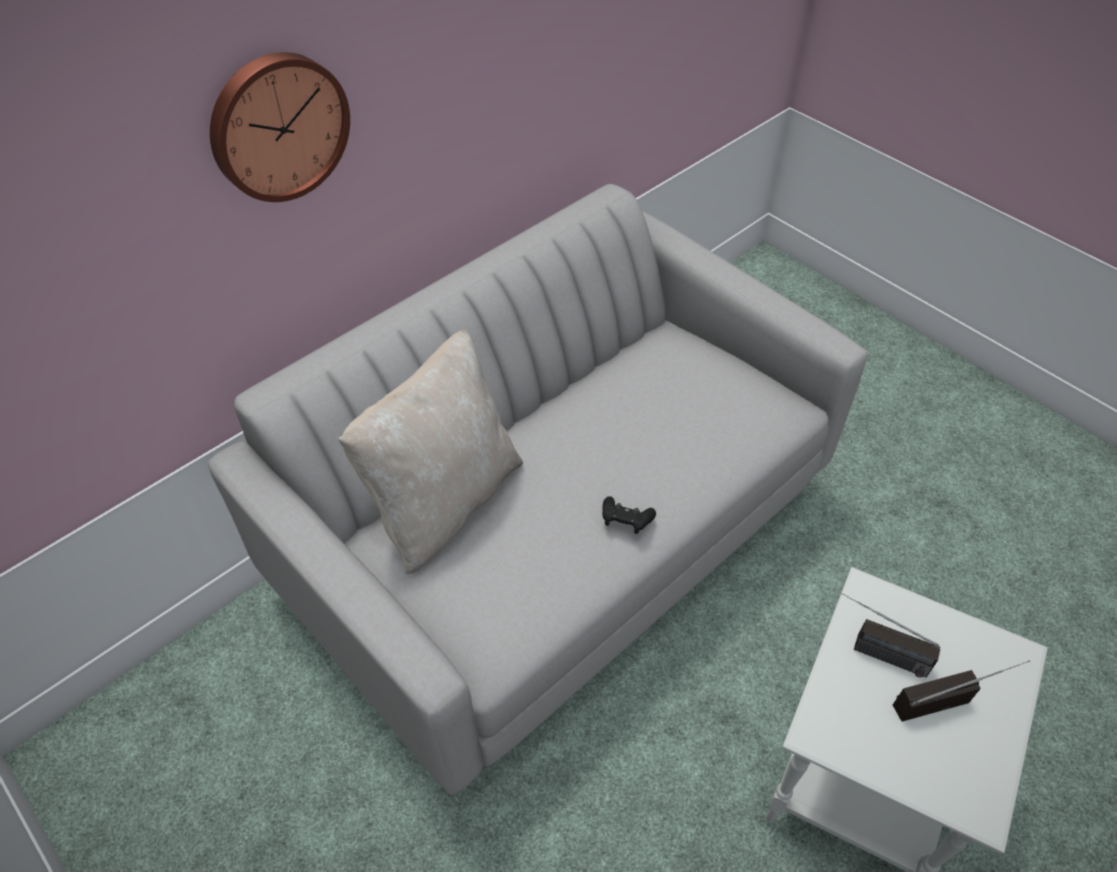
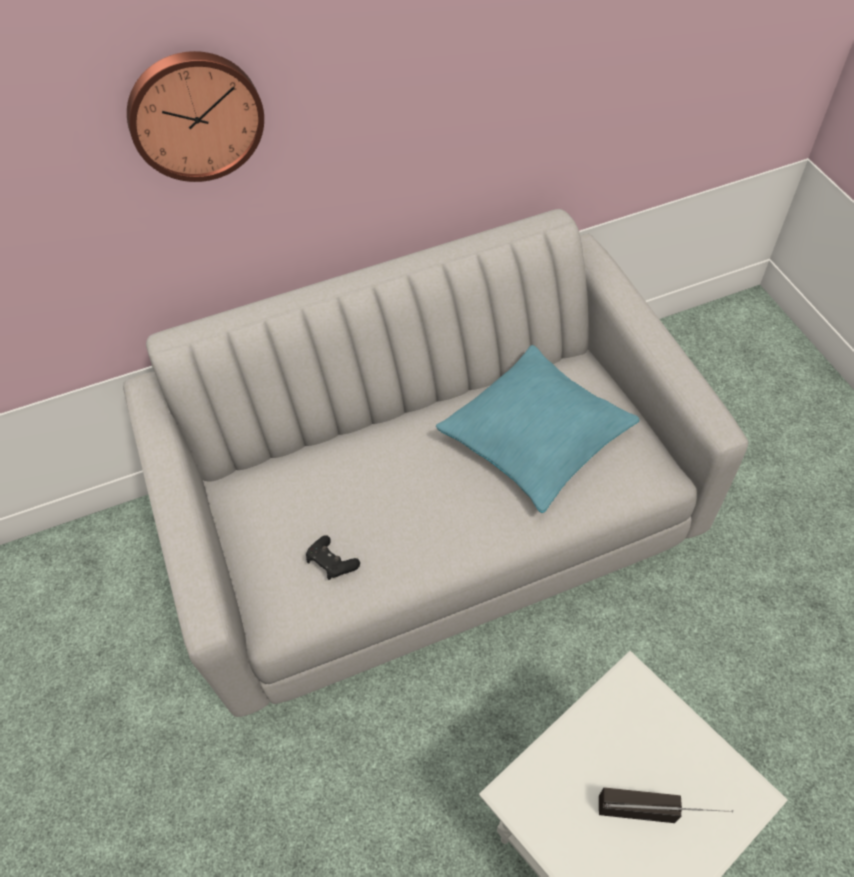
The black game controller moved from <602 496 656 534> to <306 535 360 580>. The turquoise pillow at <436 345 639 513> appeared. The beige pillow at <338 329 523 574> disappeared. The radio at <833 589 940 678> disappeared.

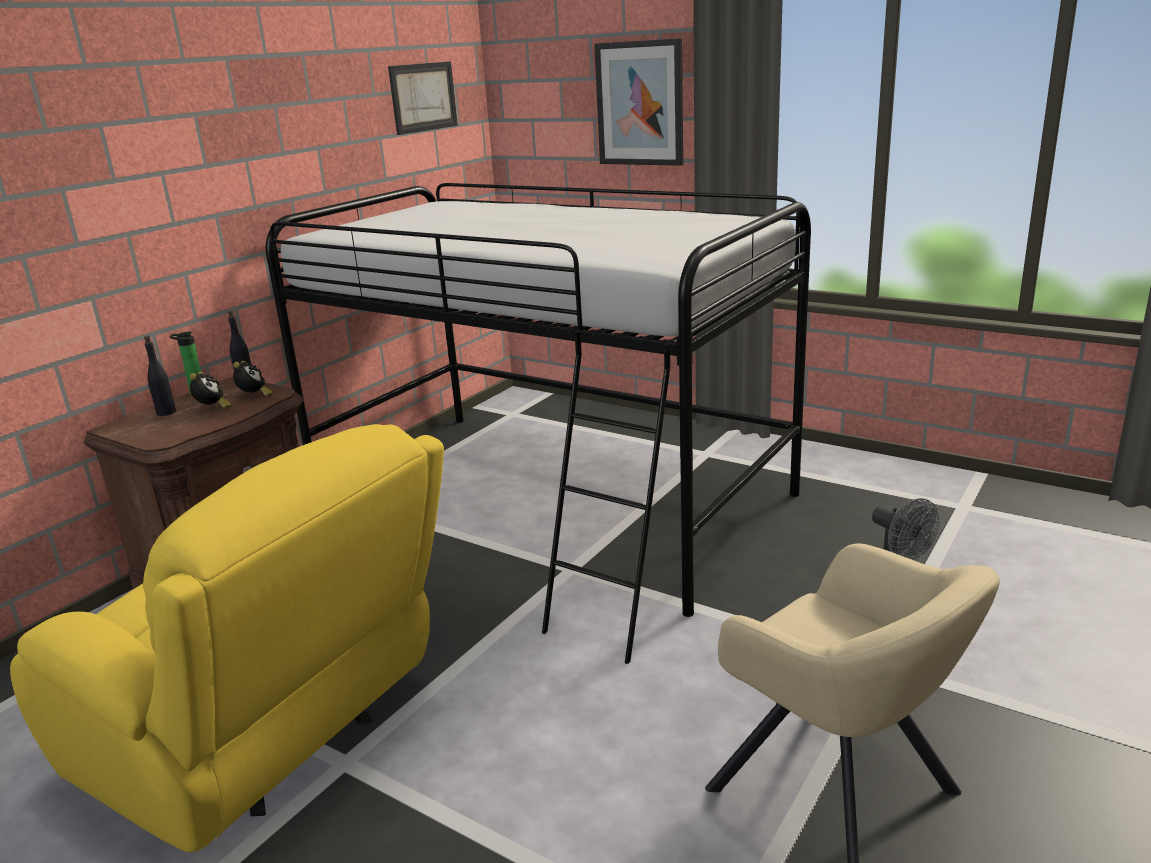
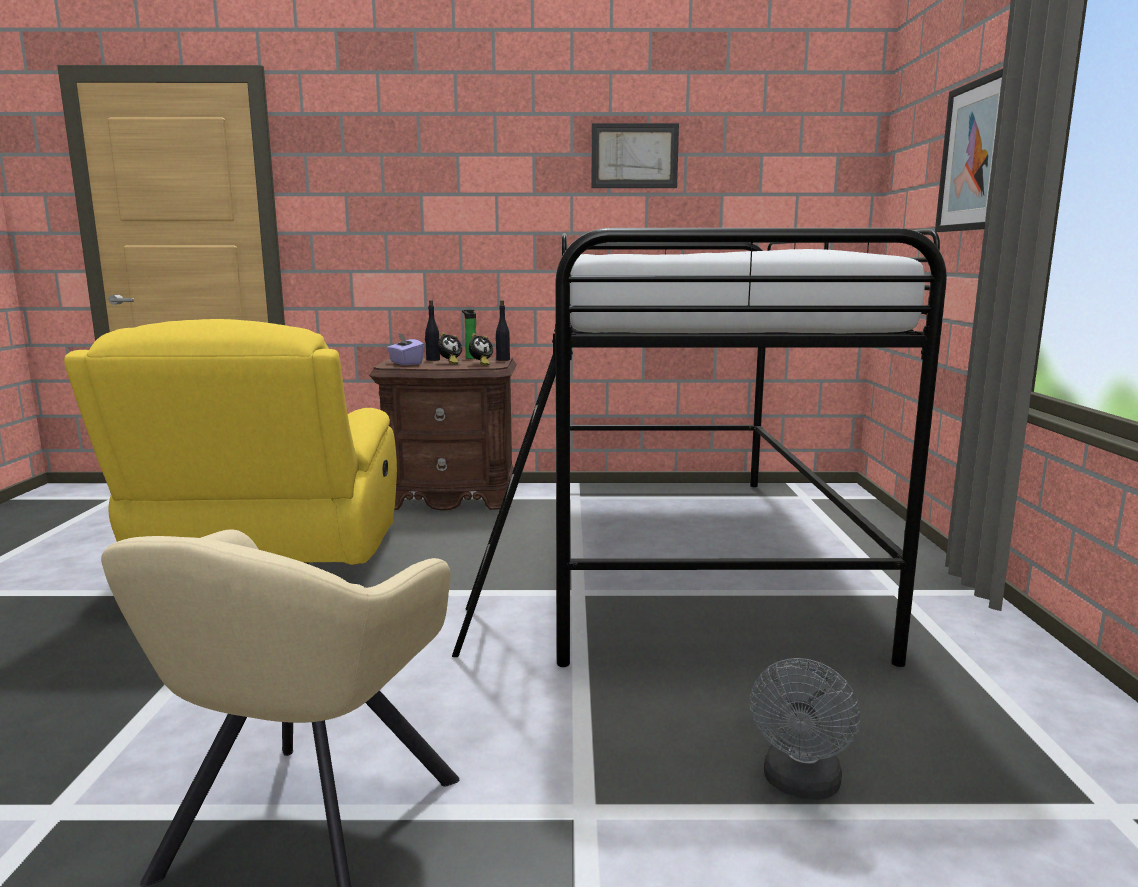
The purple tissue box at <387 333 424 365> appeared. The picture moved from <388 61 458 135> to <591 123 679 188>.

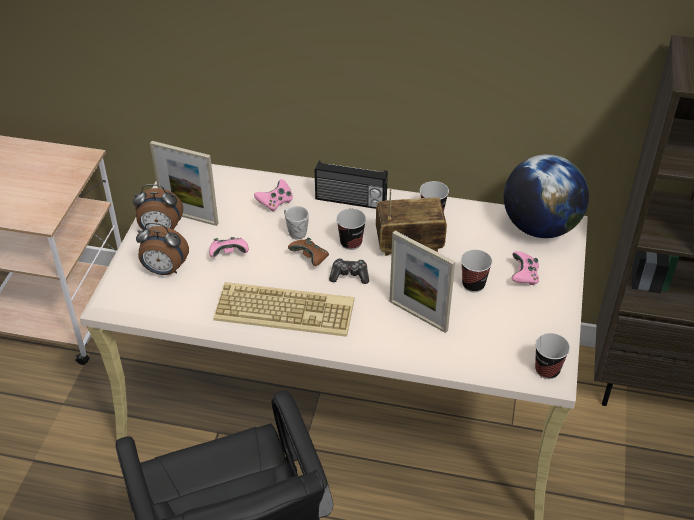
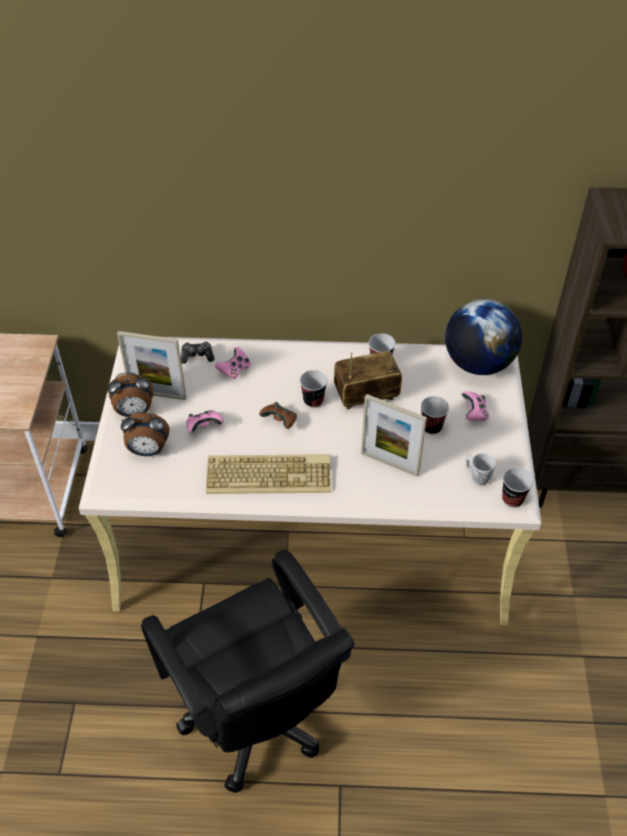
The game controller moved from <329 258 369 284> to <181 341 215 364>. The white mug moved from <284 206 309 240> to <465 453 496 485>. The radio at <315 161 388 209> disappeared.

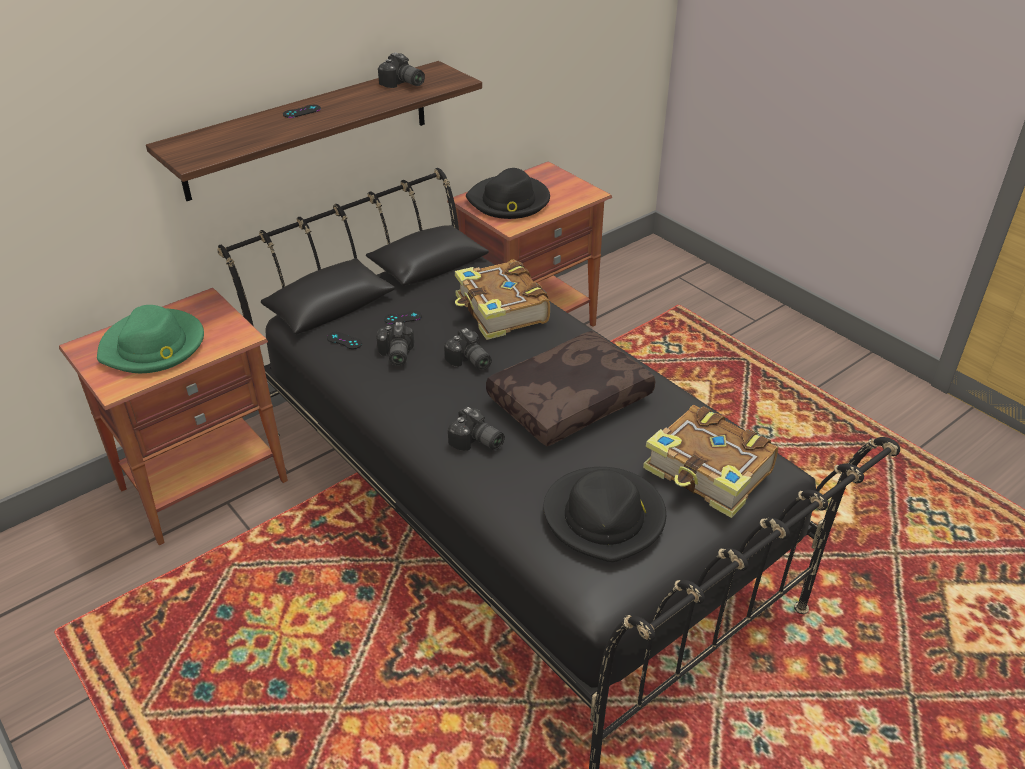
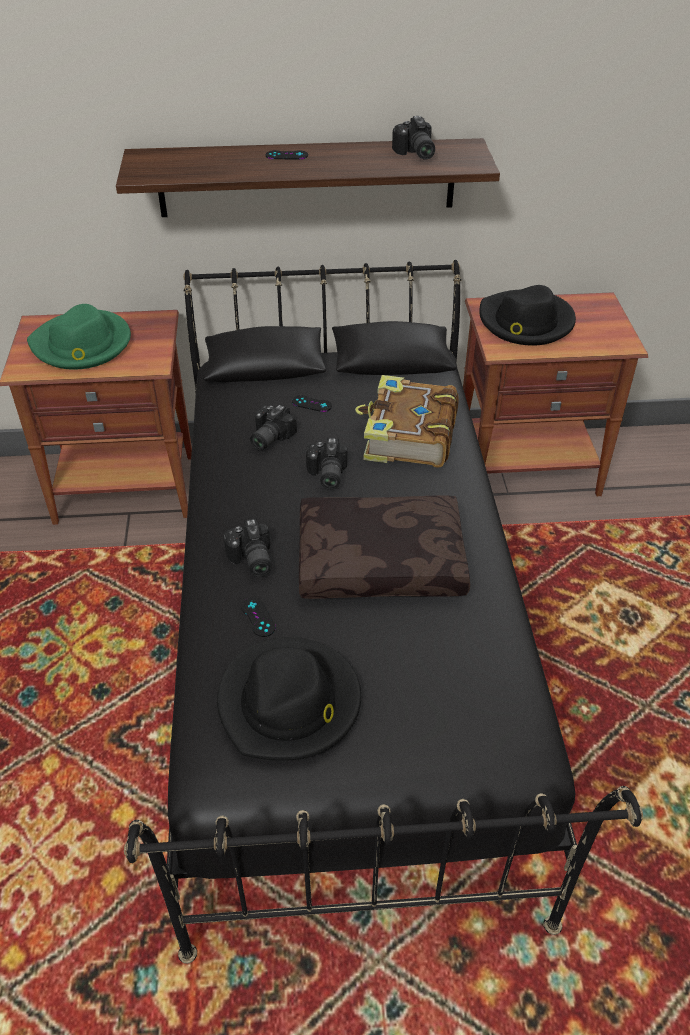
The black game controller moved from <327 332 362 349> to <241 597 276 637>. The book at <643 405 778 518> disappeared.

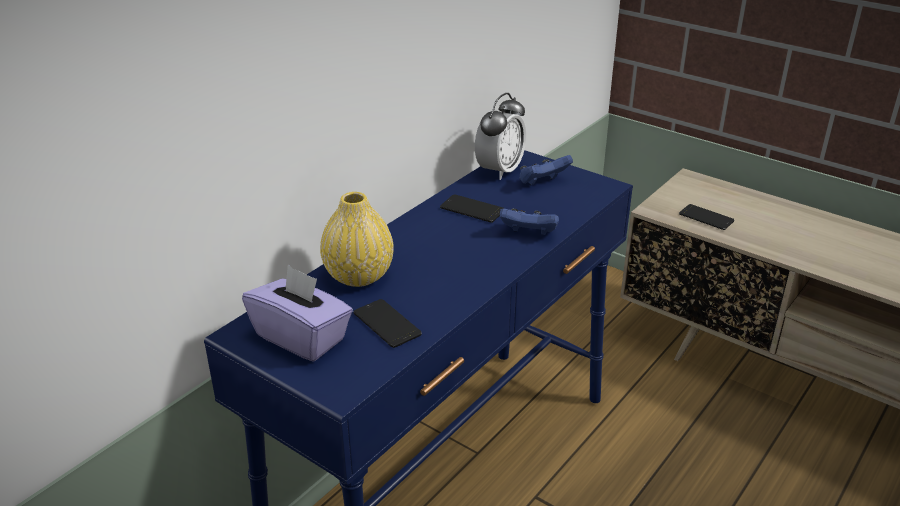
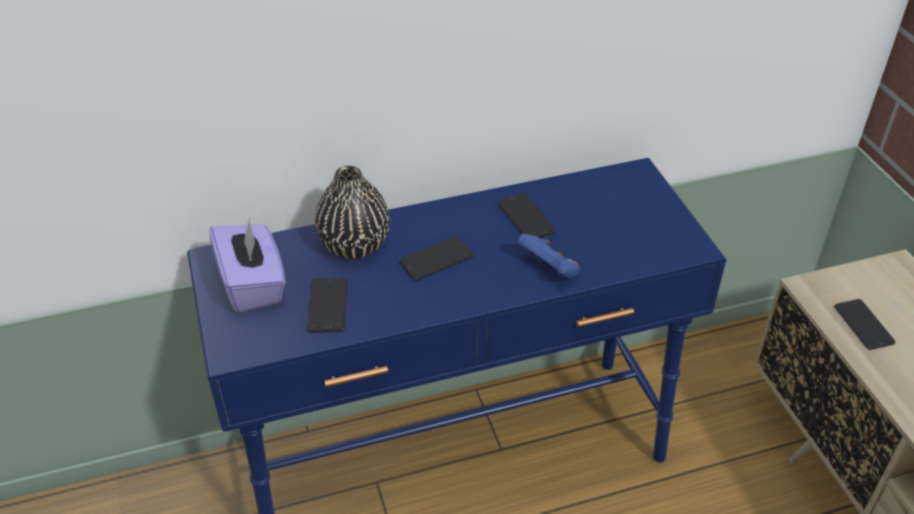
The yellow vase at <320 192 394 287> became the black vase at <315 166 390 258>. The phone at <399 237 474 281> appeared. The alarm clock at <475 93 526 180> disappeared. The blue game controller at <519 155 573 185> disappeared.

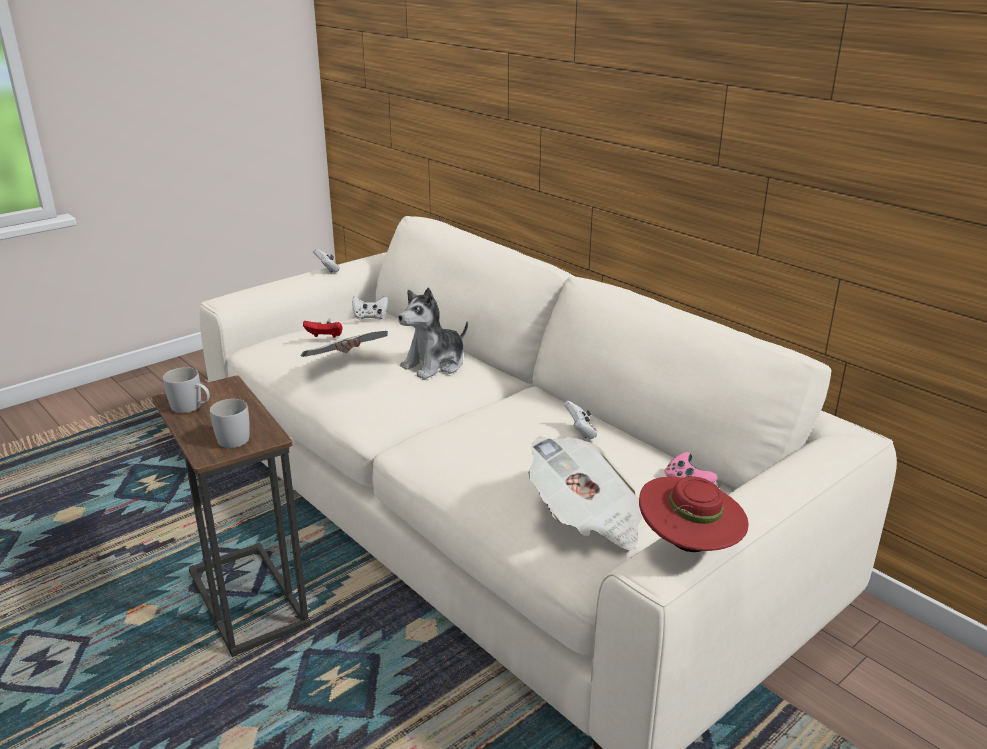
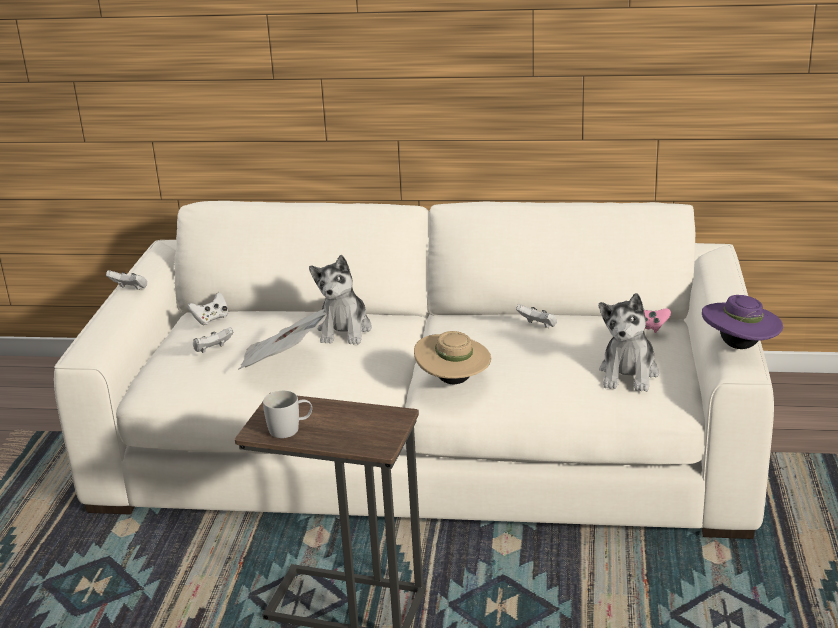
The red game controller at <303 321 342 338> became the white game controller at <193 327 234 353>. The beige hat at <414 331 491 384> appeared. The newspaper at <528 437 642 550> was replaced by the plush toy at <599 293 659 392>. The red hat at <639 476 748 552> became the purple hat at <702 295 783 349>. The white mug at <210 399 250 448> disappeared.

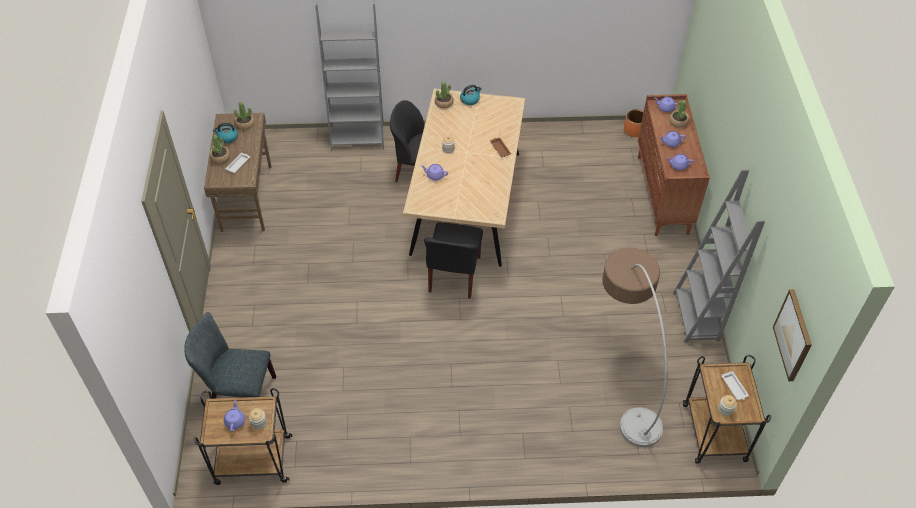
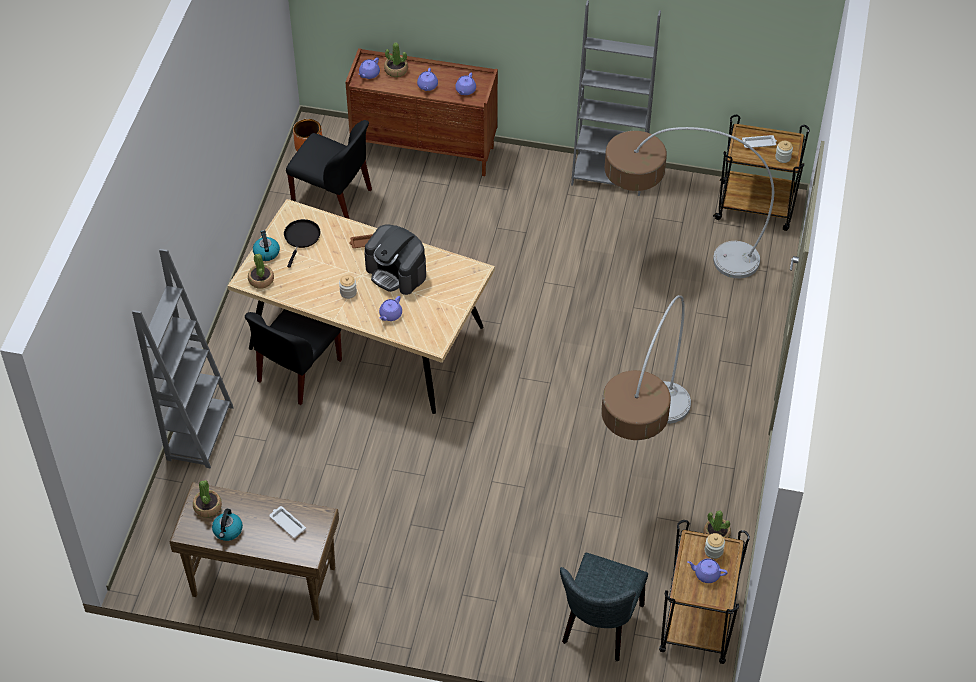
The black frying pan at <284 219 321 268> appeared. The black chair moved from <424 222 483 299> to <286 120 372 219>. The coffee machine at <364 225 426 295> appeared. The floor lamp at <601 295 691 440> appeared. The potted plant moved from <209 135 230 164> to <704 511 731 538>. The picture at <773 289 812 381> disappeared.

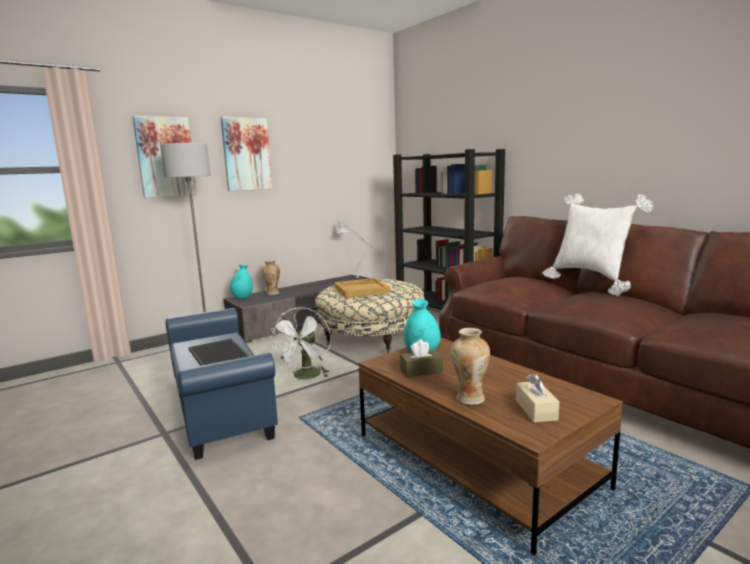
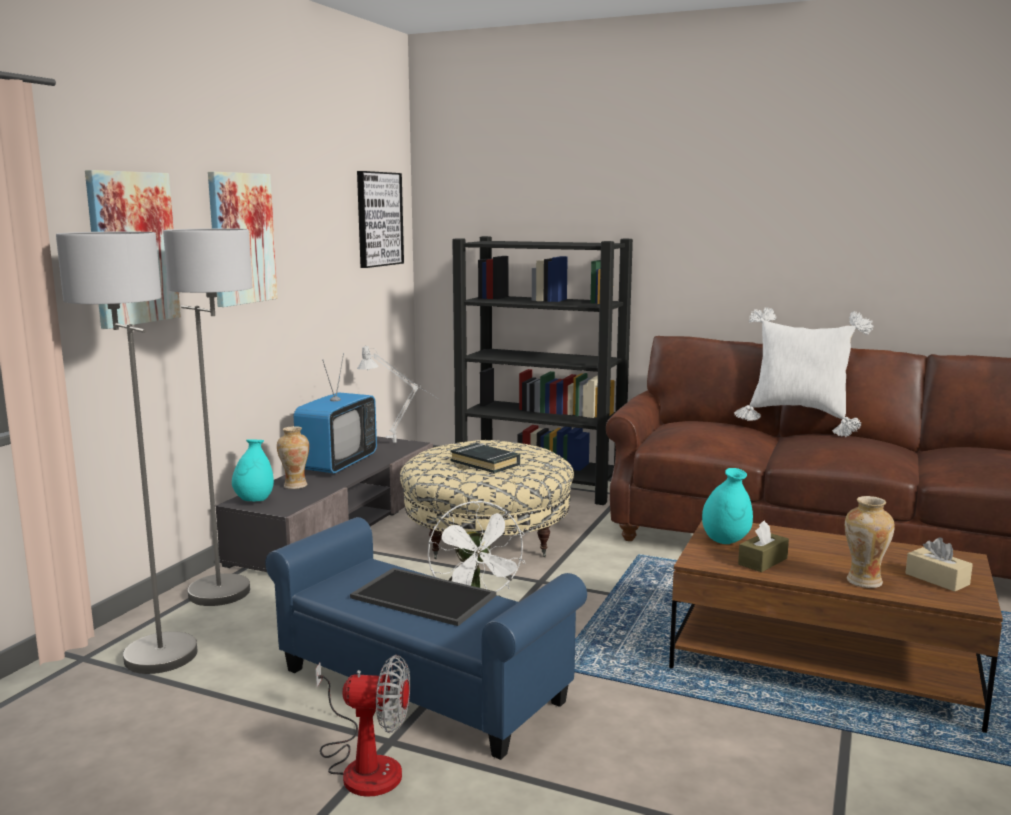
The grey floor lamp at <56 232 197 674> appeared. The television at <294 353 377 474> appeared. The fan at <316 655 410 797> appeared. The picture at <357 171 404 268> appeared. The beige tray at <334 278 390 298> was replaced by the black book at <450 443 520 473>.

